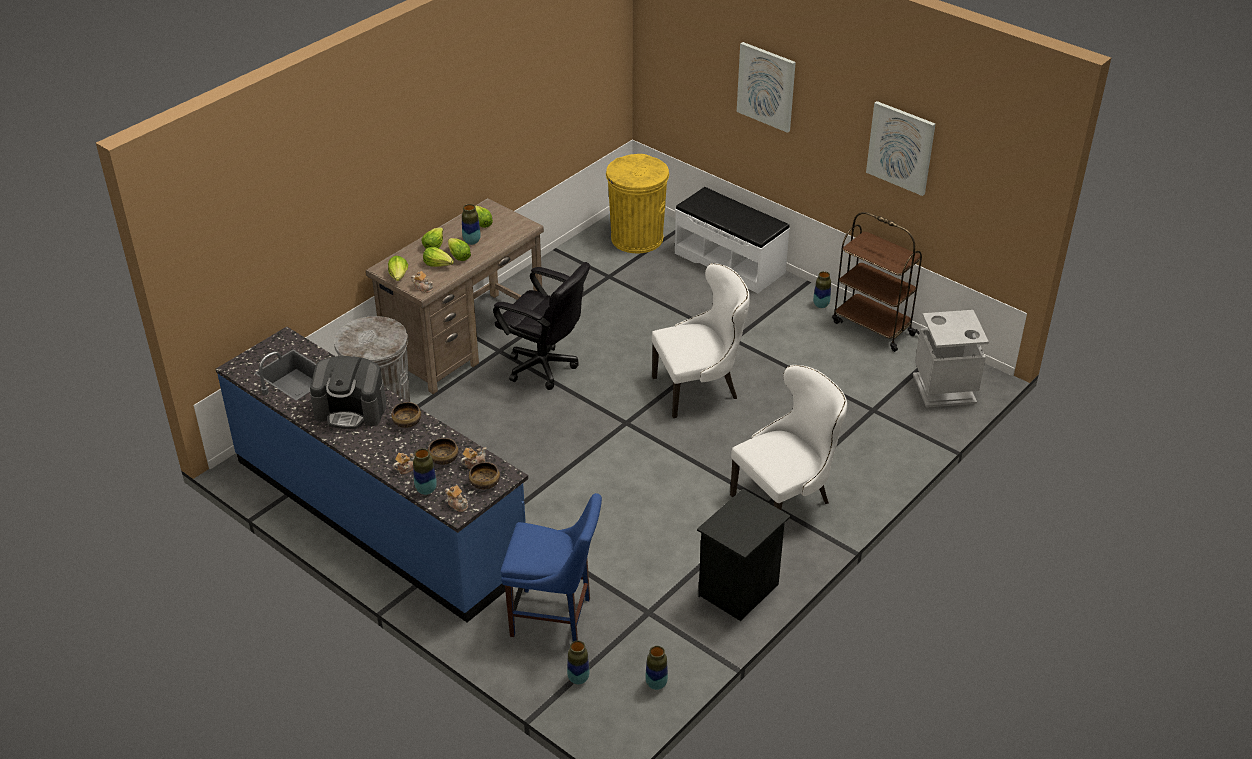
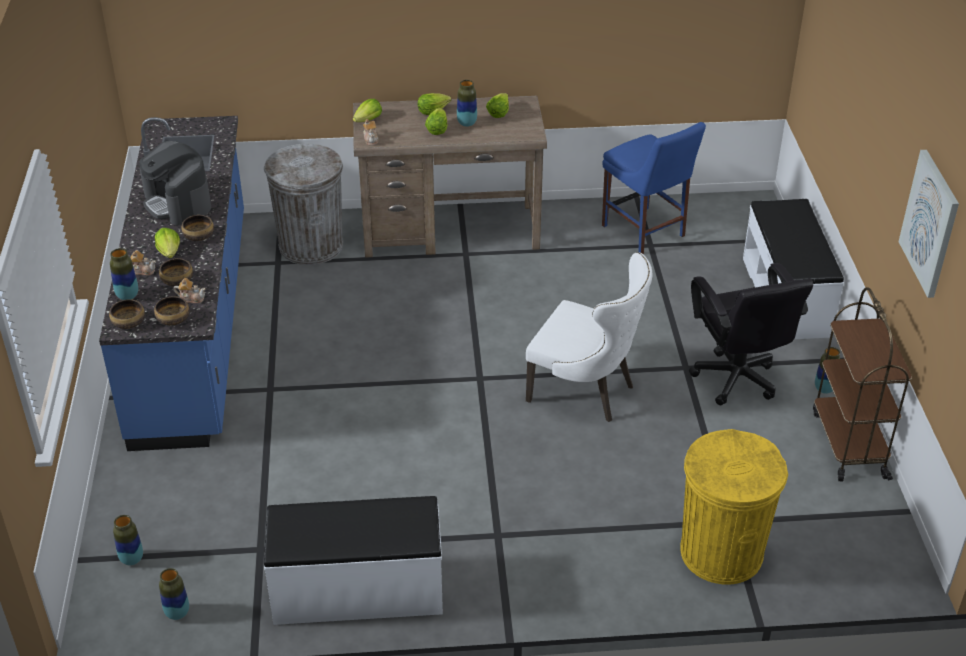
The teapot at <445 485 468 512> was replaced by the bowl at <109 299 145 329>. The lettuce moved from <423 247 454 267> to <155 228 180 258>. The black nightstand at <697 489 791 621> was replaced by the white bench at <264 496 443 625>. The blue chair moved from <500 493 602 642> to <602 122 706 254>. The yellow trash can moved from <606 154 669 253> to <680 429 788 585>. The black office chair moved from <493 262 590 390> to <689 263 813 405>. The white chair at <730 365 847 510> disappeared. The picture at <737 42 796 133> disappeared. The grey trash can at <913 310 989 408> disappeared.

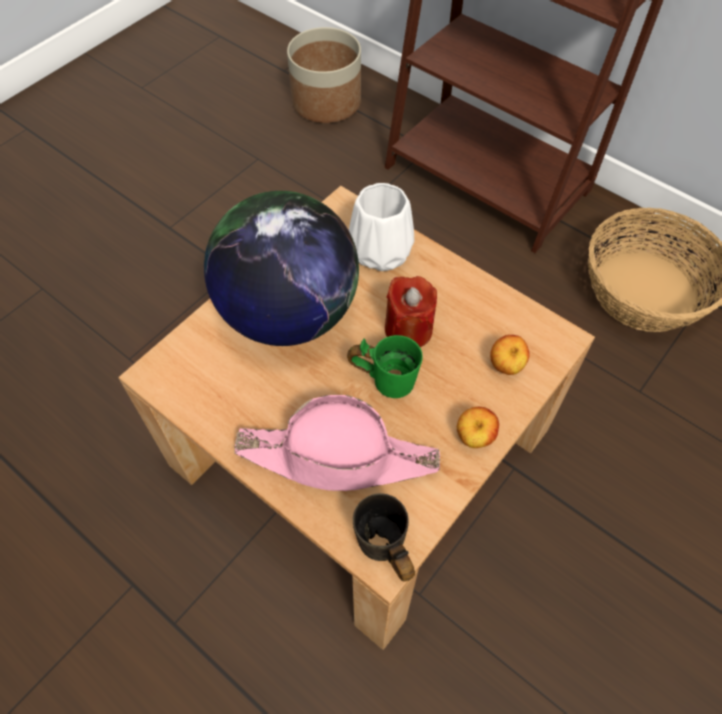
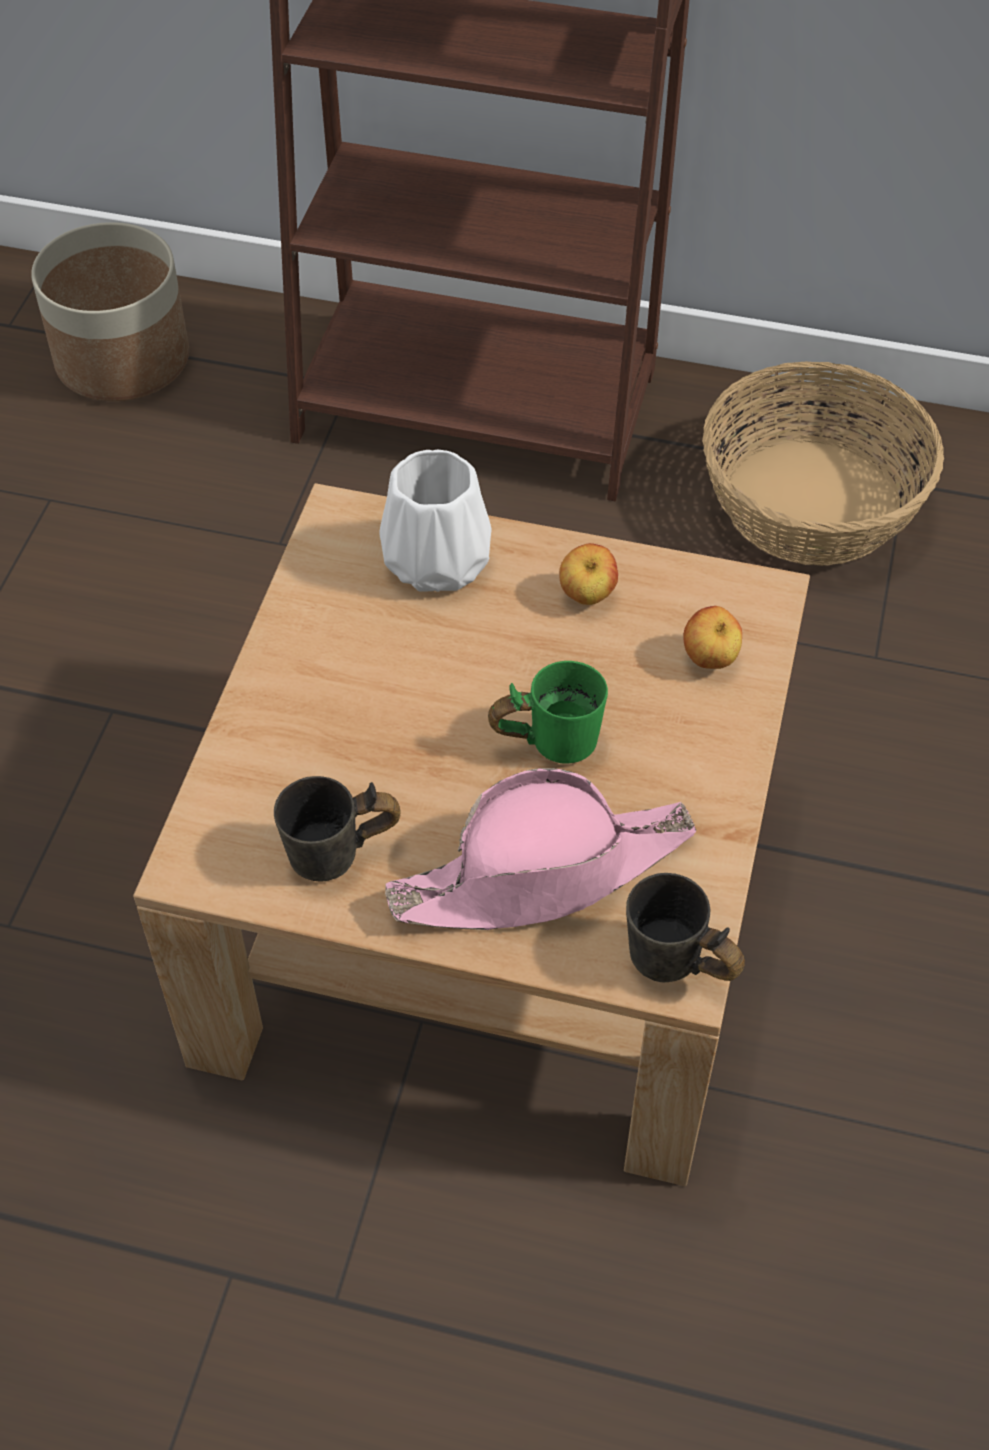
The grey mug at <274 776 401 881> appeared. The apple moved from <457 407 499 448> to <559 543 618 605>. The globe at <204 191 359 346> disappeared. The red candle at <385 276 437 347> disappeared.

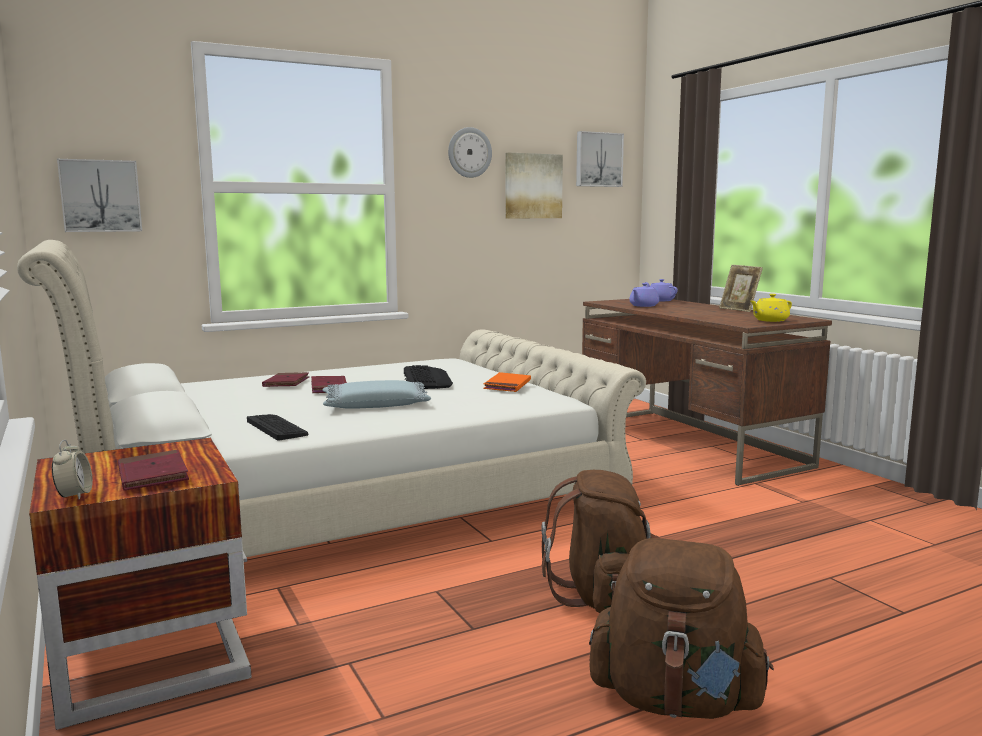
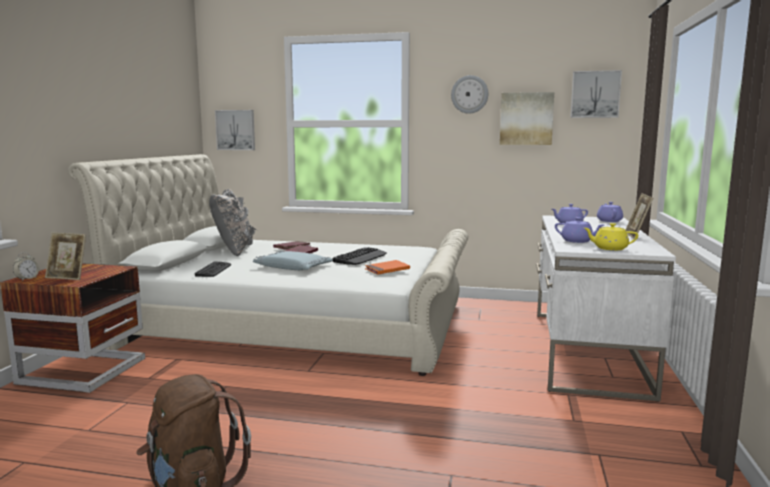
The red book at <118 450 189 491> was replaced by the picture frame at <45 232 86 280>. The grey pillow at <209 189 257 256> appeared. The brown desk at <582 299 832 486> became the white desk at <537 215 676 402>. The purple teapot at <555 217 604 243> appeared. The brown backpack at <541 470 660 613> disappeared.

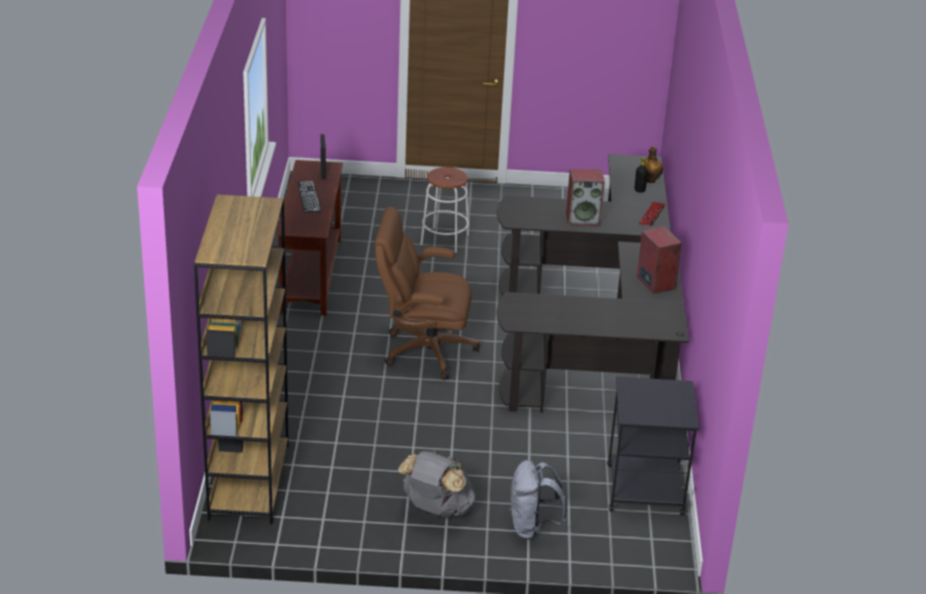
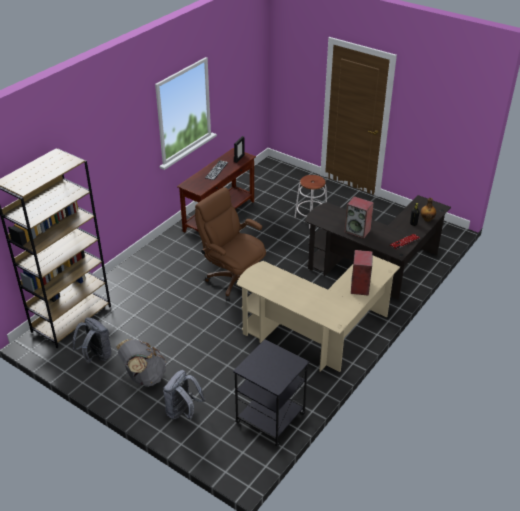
The grey backpack at <72 317 111 363> appeared. The black desk at <497 241 689 413> became the beige desk at <236 256 400 372>.

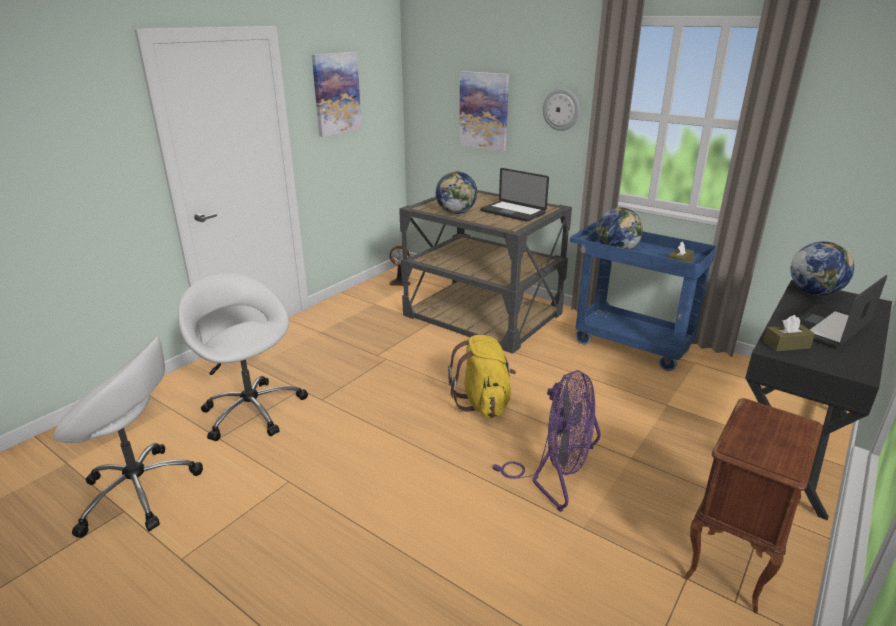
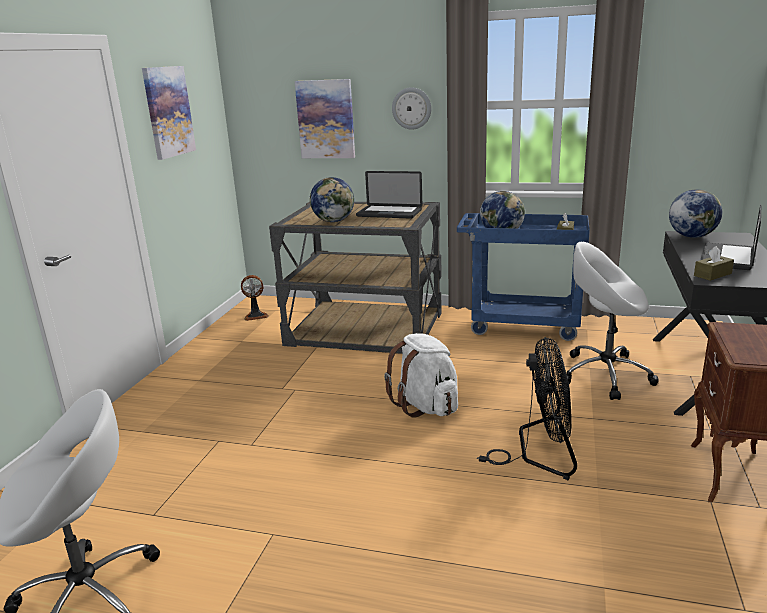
The yellow backpack at <448 335 516 418> became the white backpack at <384 333 458 418>. The purple fan at <493 370 601 512> became the black fan at <478 337 577 480>. The white office chair moved from <178 274 308 441> to <566 242 659 400>.

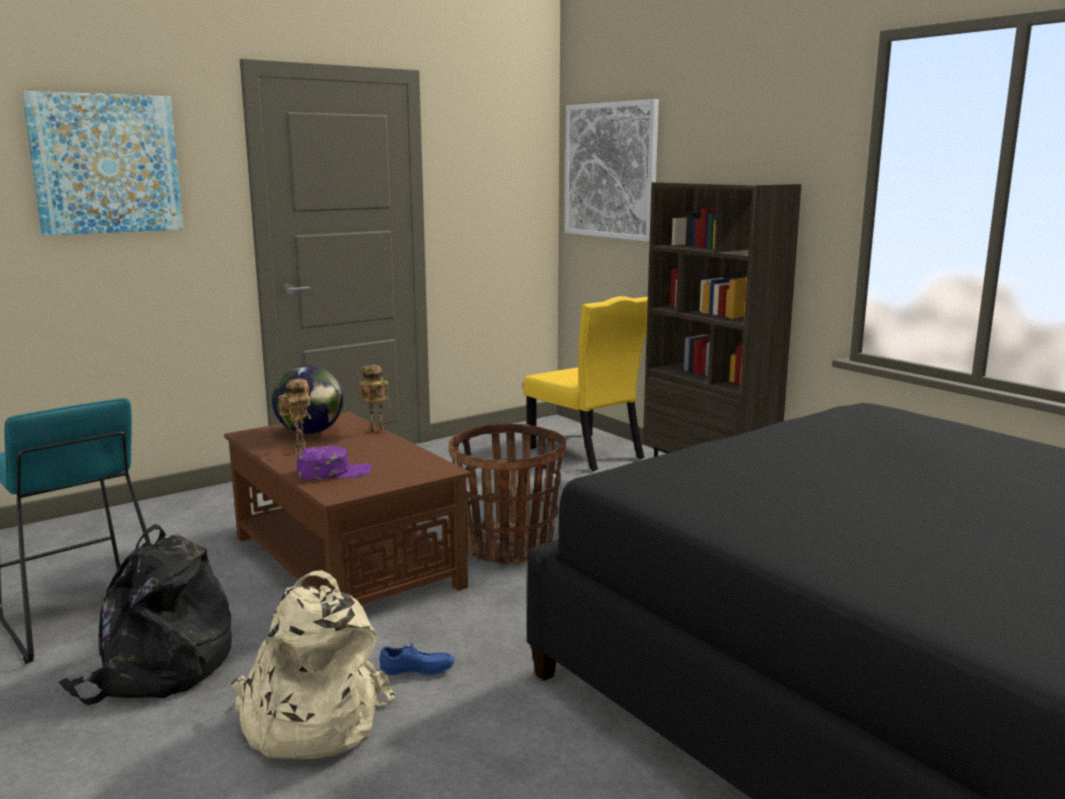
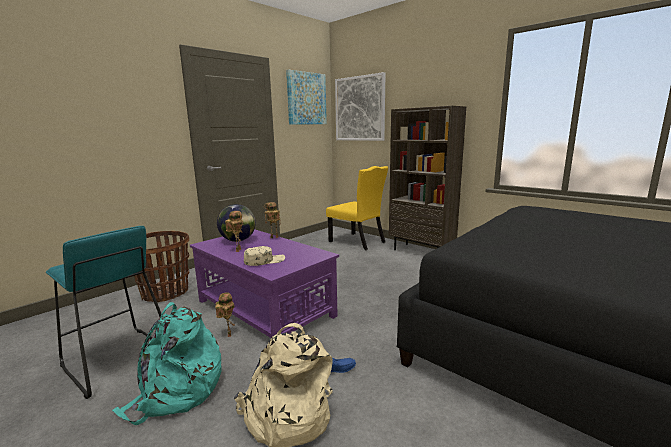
The black backpack at <59 524 232 705> became the turquoise backpack at <112 302 221 425>. The basket moved from <448 424 567 565> to <134 231 189 302>. The brown coffee table at <224 412 471 605> became the purple coffee table at <190 229 339 338>. The toy robot at <215 292 234 337> appeared. The purple cap at <297 446 372 480> became the beige cap at <244 246 285 266>. The picture moved from <22 91 184 236> to <286 70 327 125>.

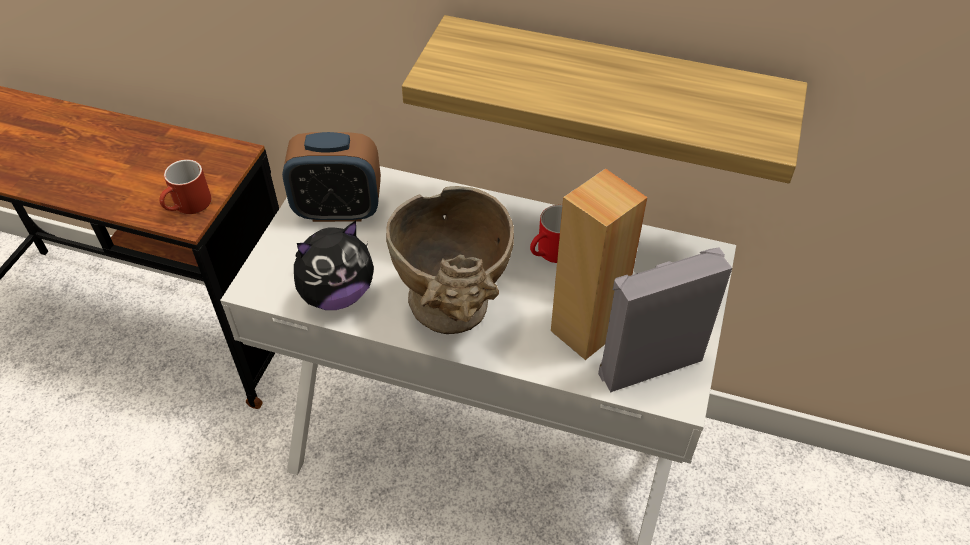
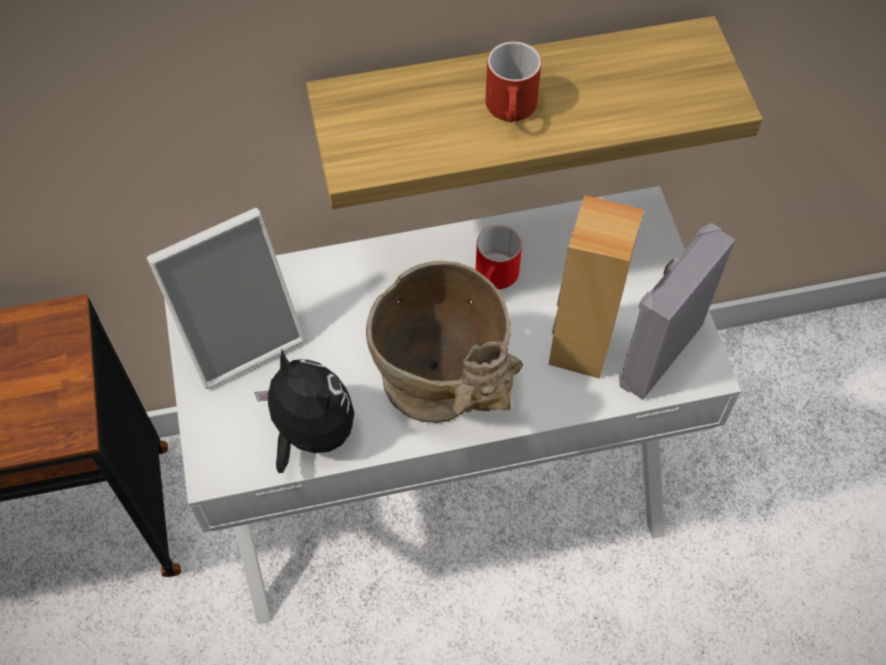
The alarm clock at <282 132 381 222> was replaced by the picture frame at <147 208 305 389>. The plush toy at <294 221 374 310> turned 75 degrees counterclockwise. The red mug moved from <159 159 212 214> to <486 41 541 122>.

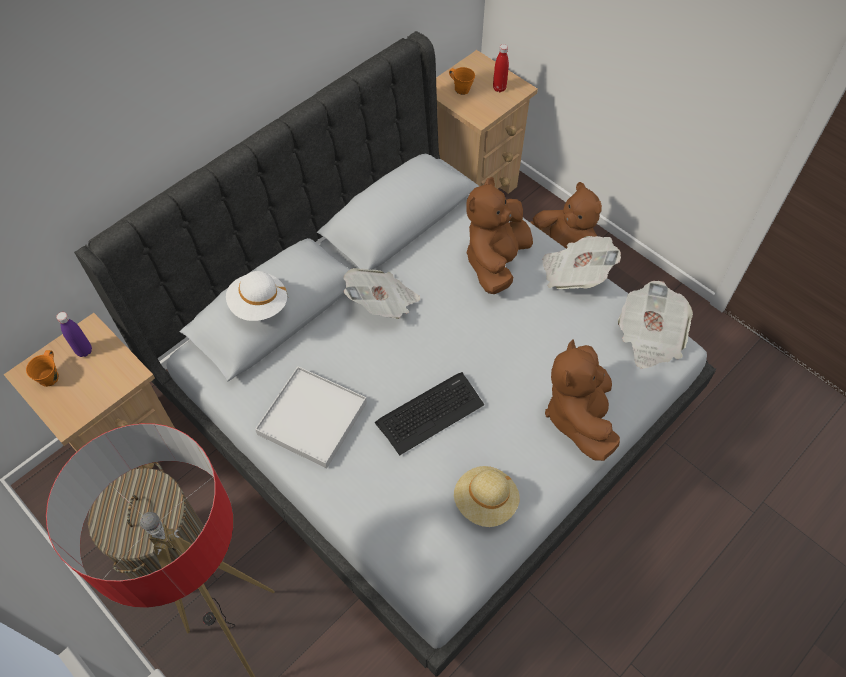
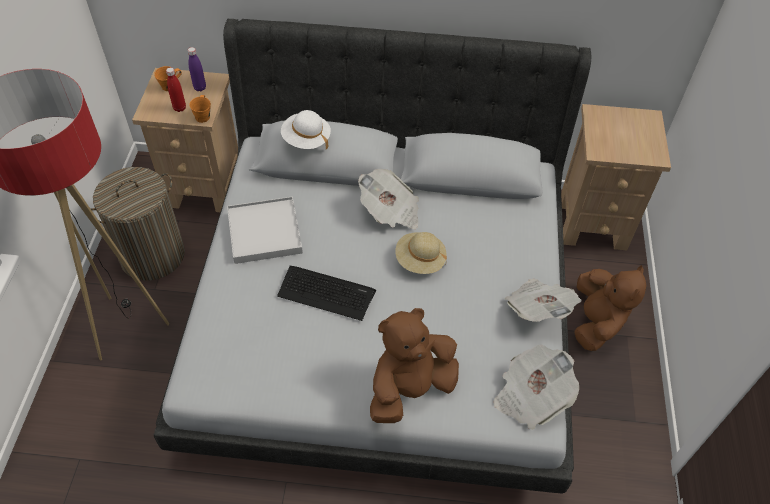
The red bottle moved from <493 44 509 92> to <166 67 186 112>. The orange mug moved from <449 67 475 95> to <189 95 211 123>. The beige hat moved from <454 466 520 527> to <396 232 447 274>. The brown plush toy at <466 177 533 294> disappeared.

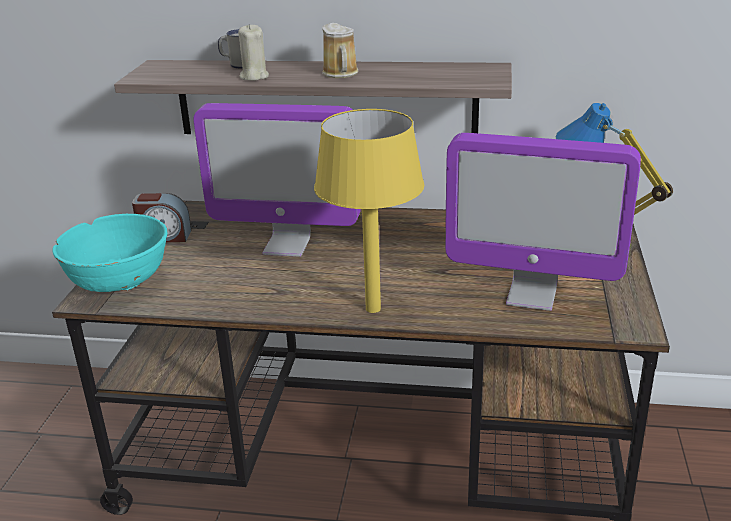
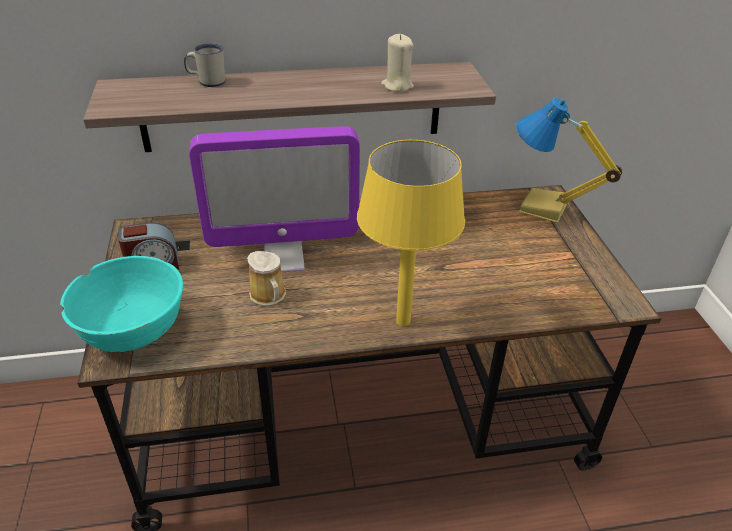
The mug moved from <322 23 358 78> to <247 251 286 306>. The beige candle moved from <238 24 269 81> to <381 34 414 92>. The monitor at <445 133 641 311> disappeared.

